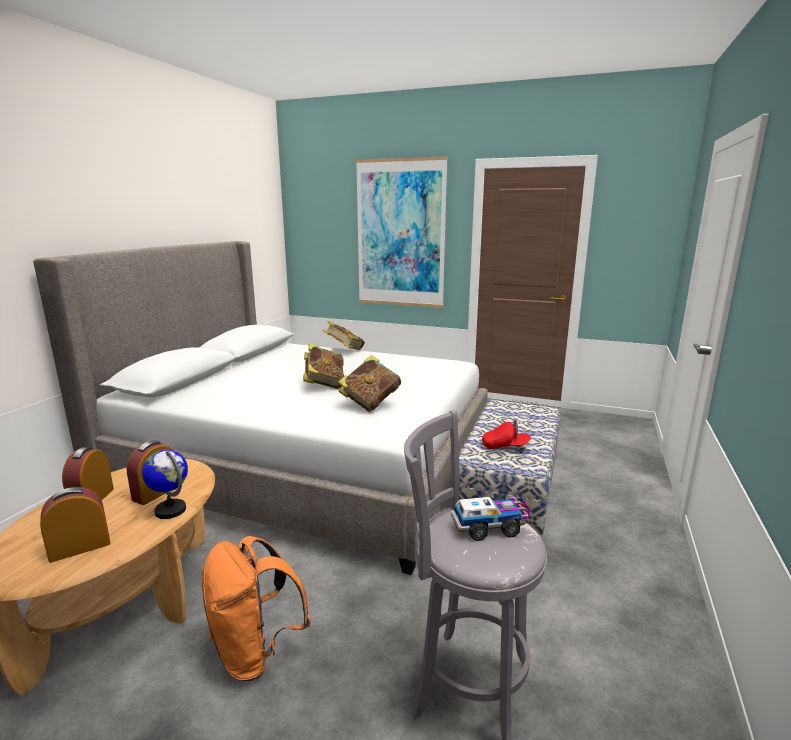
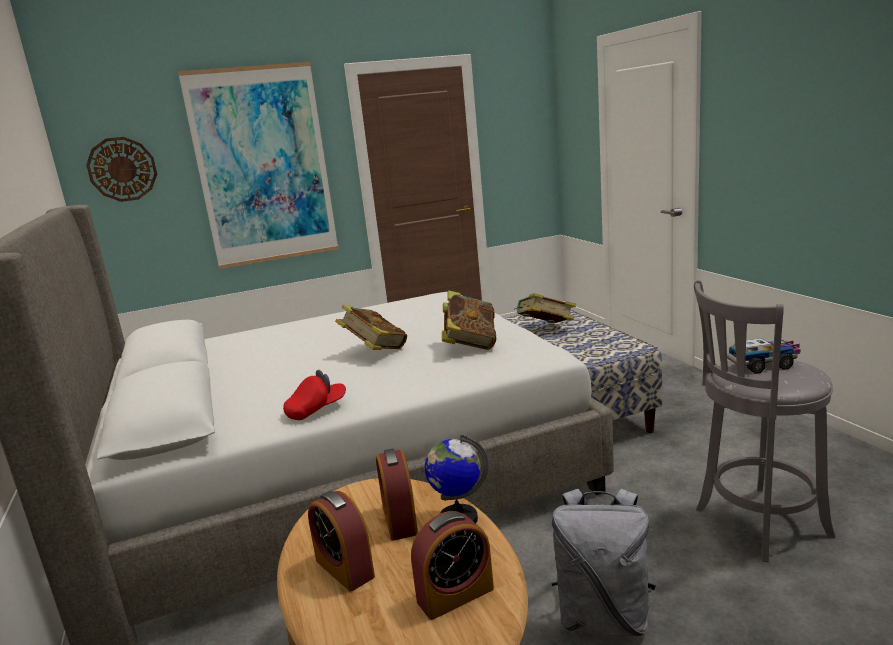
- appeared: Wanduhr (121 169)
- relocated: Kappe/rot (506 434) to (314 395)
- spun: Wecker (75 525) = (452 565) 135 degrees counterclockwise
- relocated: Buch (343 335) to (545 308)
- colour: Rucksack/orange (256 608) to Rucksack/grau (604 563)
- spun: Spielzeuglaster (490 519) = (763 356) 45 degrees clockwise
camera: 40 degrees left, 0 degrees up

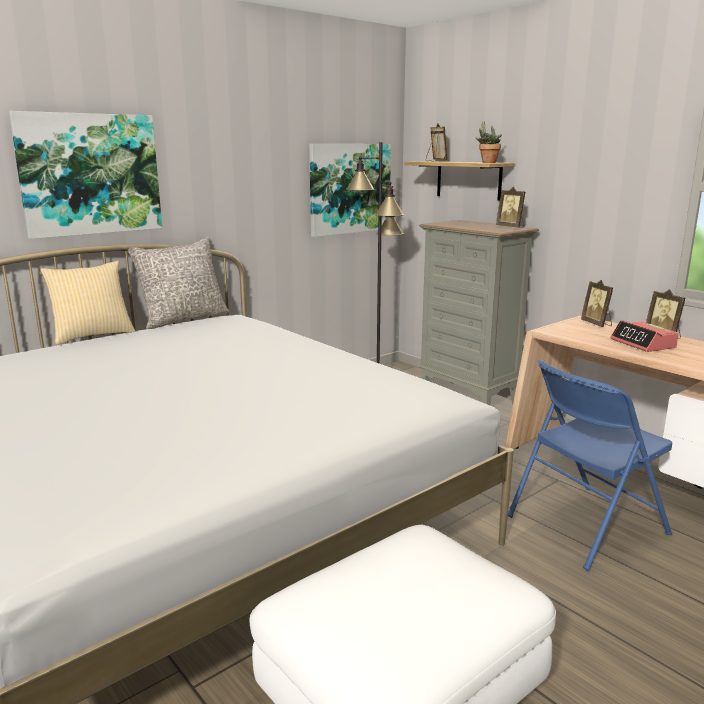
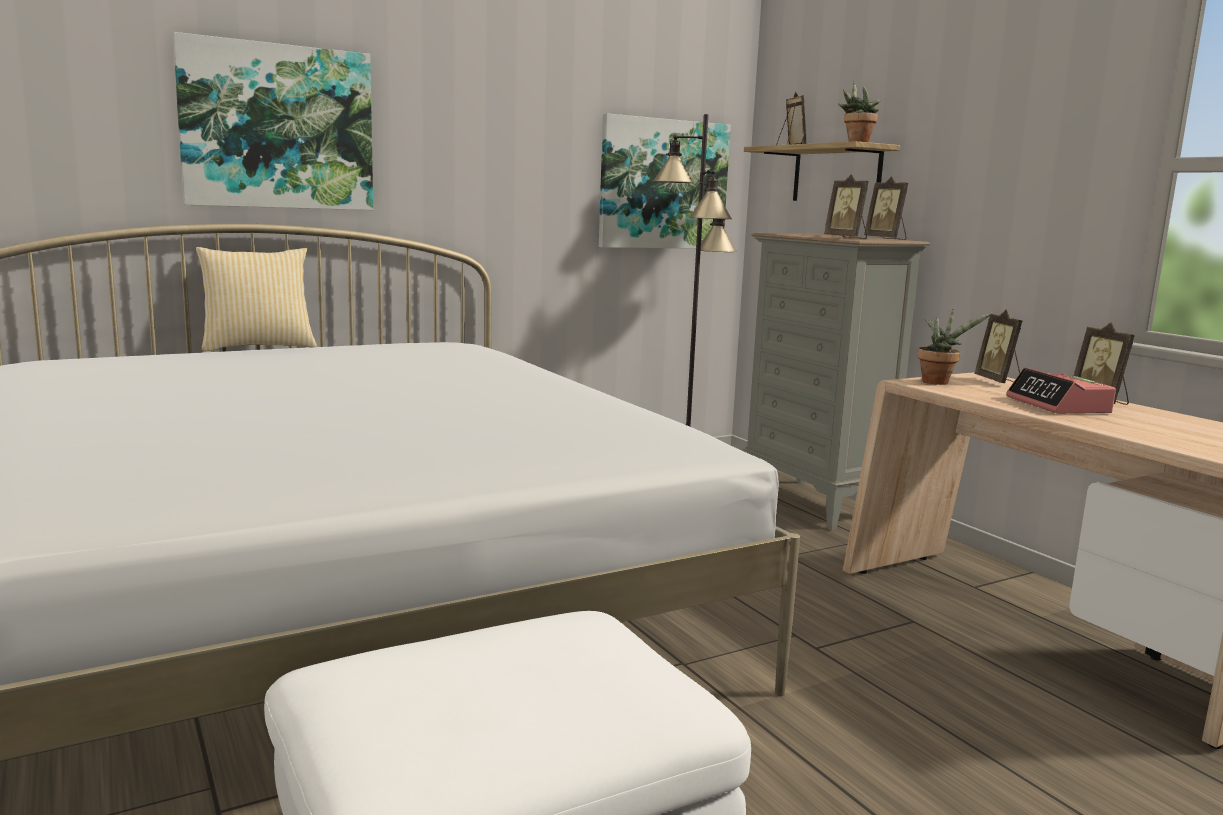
- appeared: Bilderrahmen (846 206)
- appeared: Topfpflanze (955 347)
- missing: Kissen/grau (178 283)
- missing: Stuhl/blau (590 465)
camera: 10 degrees right, 5 degrees down

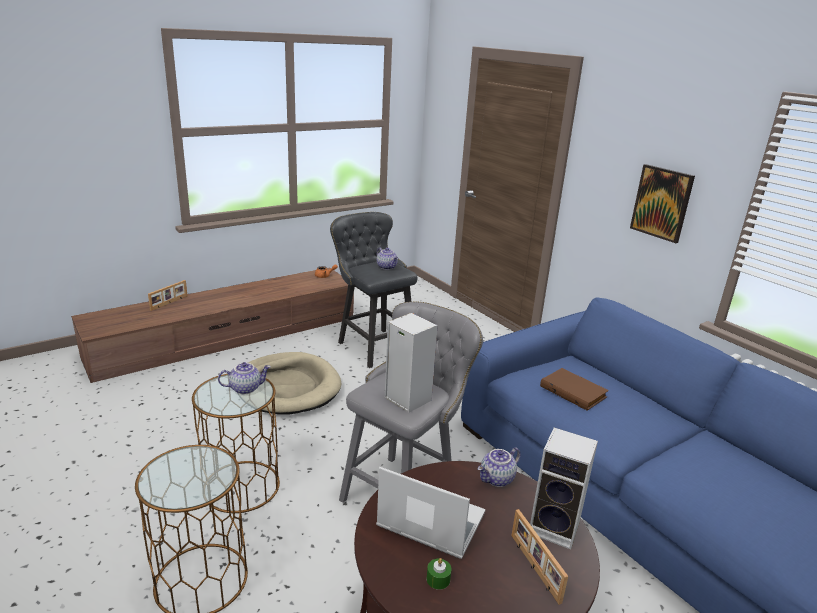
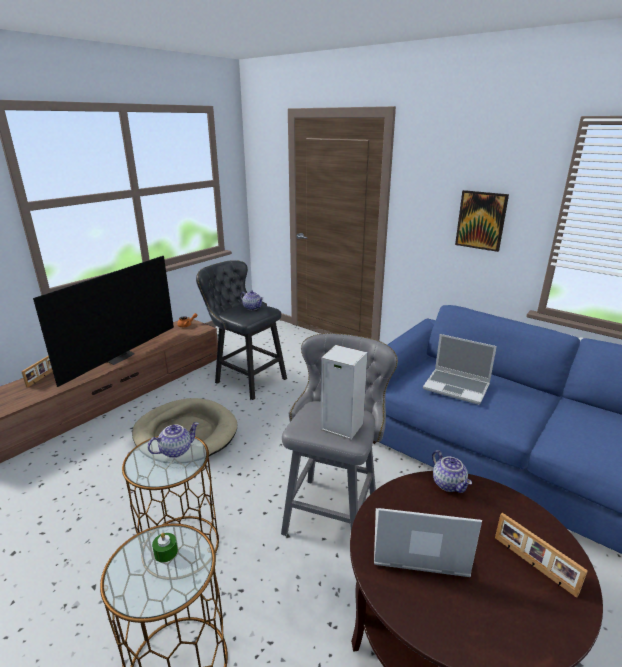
- appeared: Fernseher (103 321)
- relocated: Kerze/grün (439 574) to (165 548)
- exchanged: Buch/braun (574 389) to Laptop (460 369)
- spun: Teekanne (499 467) = (452 471) 60 degrees counterclockwise
- missing: Lautsprecher (564 488)
camera: 15 degrees left, 0 degrees up

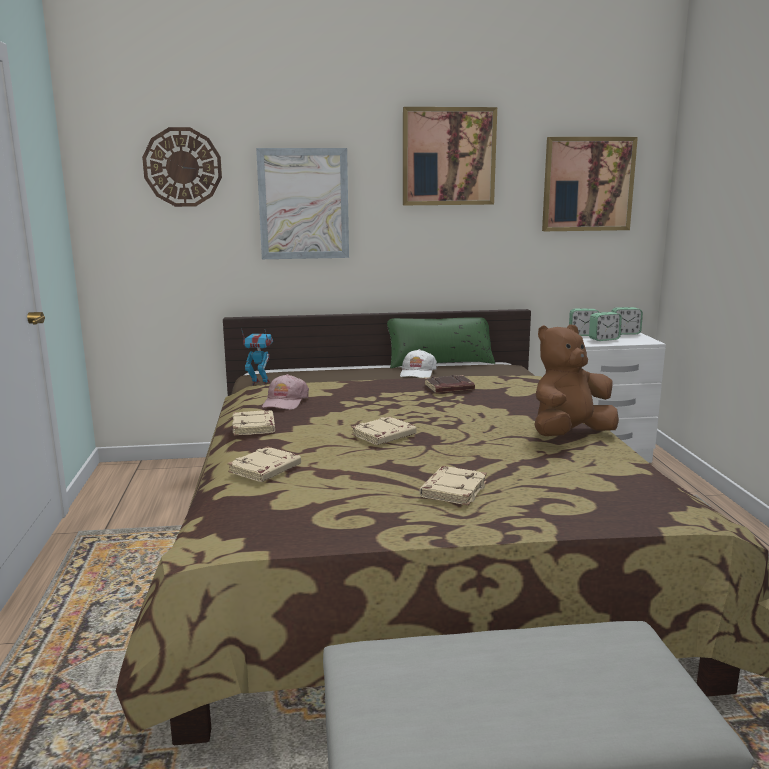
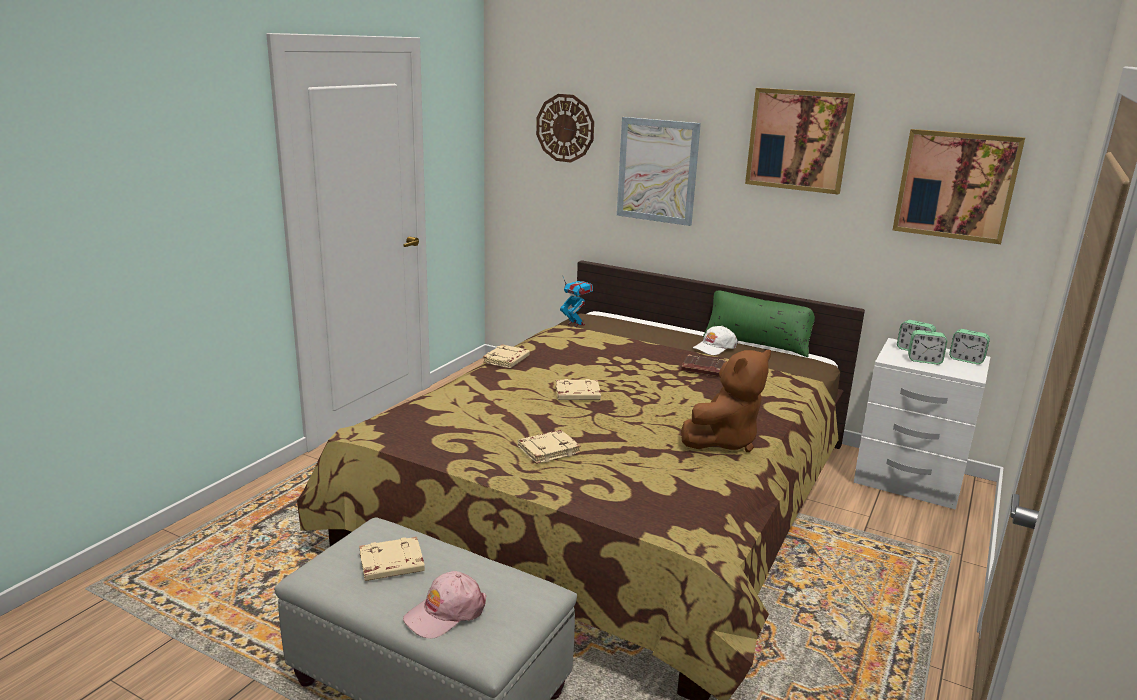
- relocated: Buch/beige (264 464) to (392 559)
- relocated: Kappe/rosa (285 392) to (444 605)
- spun: Plüschtier/braun (576 380) = (726 401) 135 degrees clockwise
camera: 35 degrees right, 5 degrees up

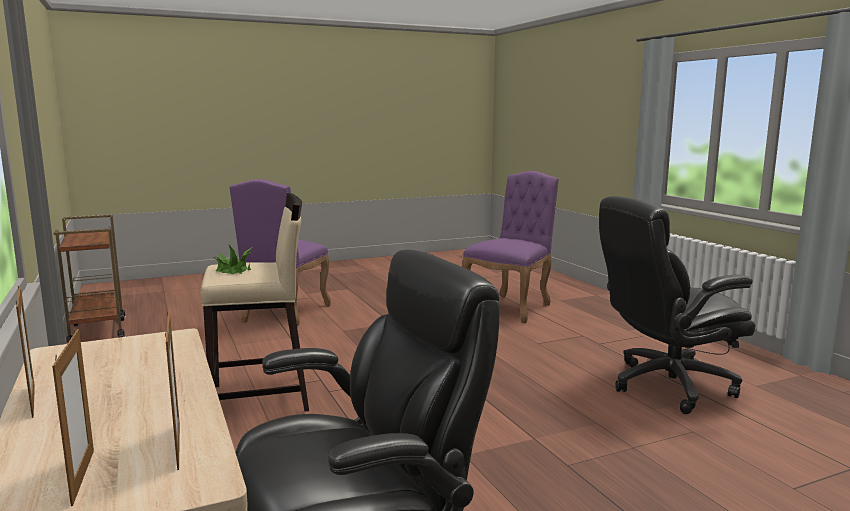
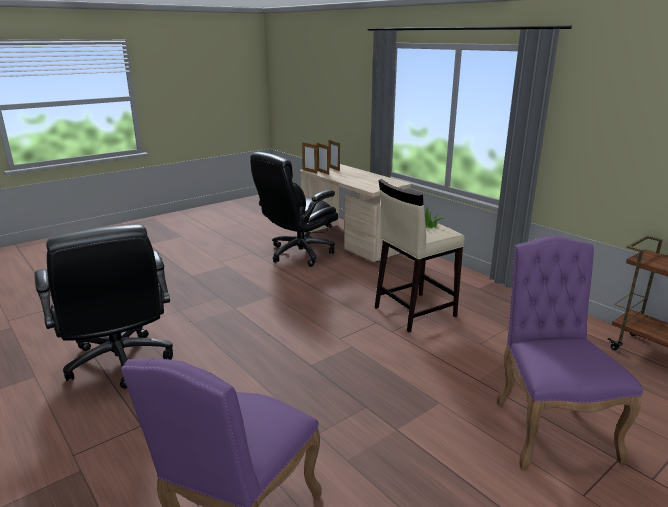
- spun: Bürostuhl/schwarz (677 305) = (103 306) 90 degrees clockwise
- relocated: Bilderrahmen (25 352) to (309 158)
camera: 165 degrees right, 10 degrees up

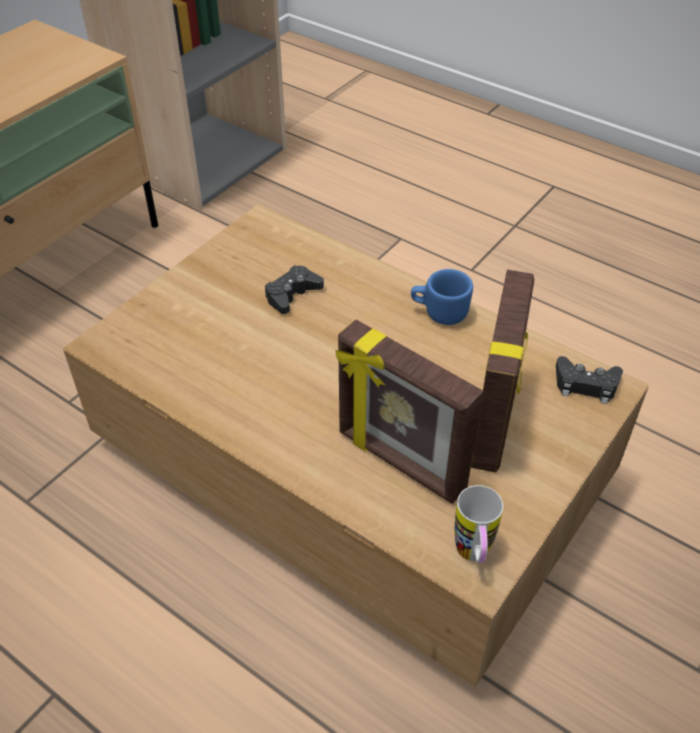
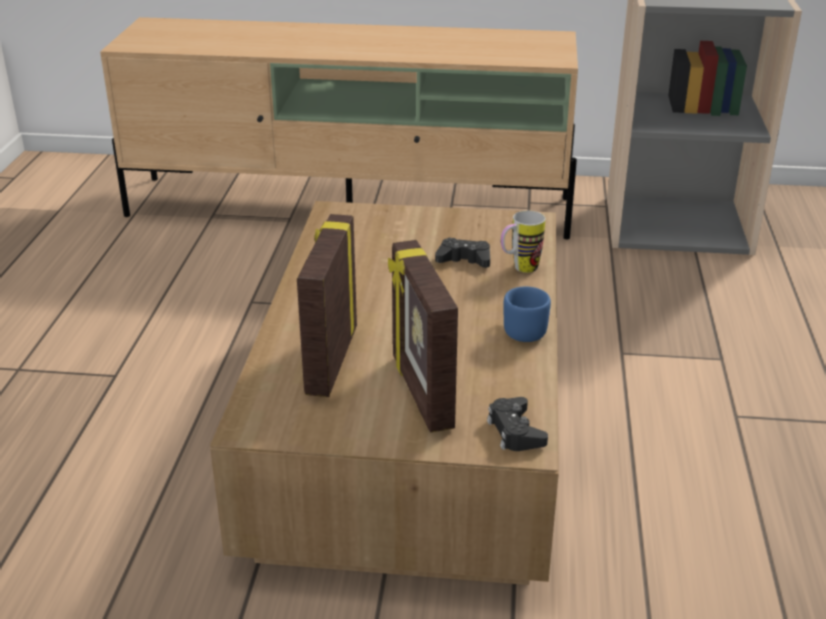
- spun: Bilderrahmen (502 371) = (423 336) 90 degrees clockwise
- relocated: Henkelbecher (479 524) to (523 241)
camera: 60 degrees right, 15 degrees down

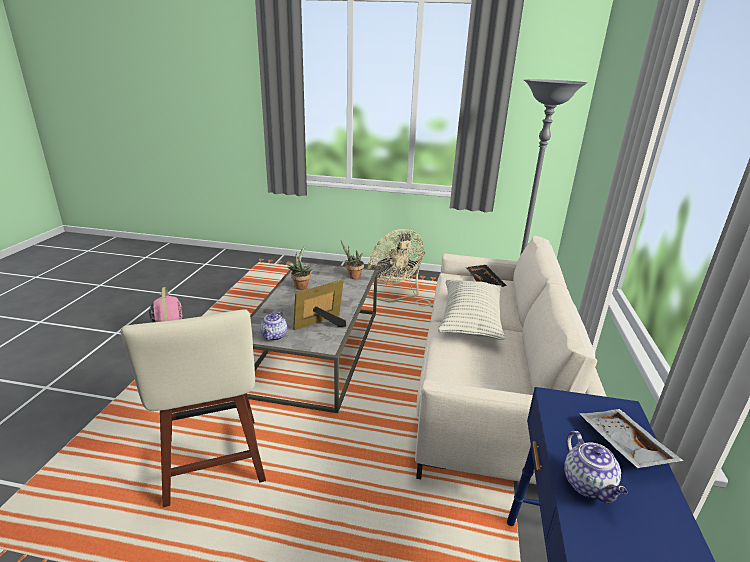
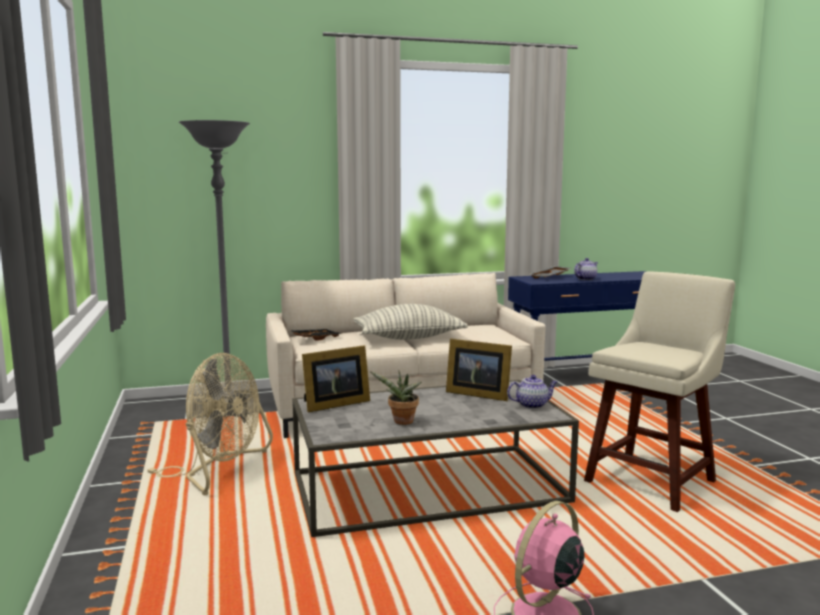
- spun: Ventilator/beige (400 268) = (210 424) 105 degrees counterclockwise
- exchanged: Topfpflanze (352 259) to Bilderrahmen (336 378)
camera: 115 degrees left, 15 degrees down

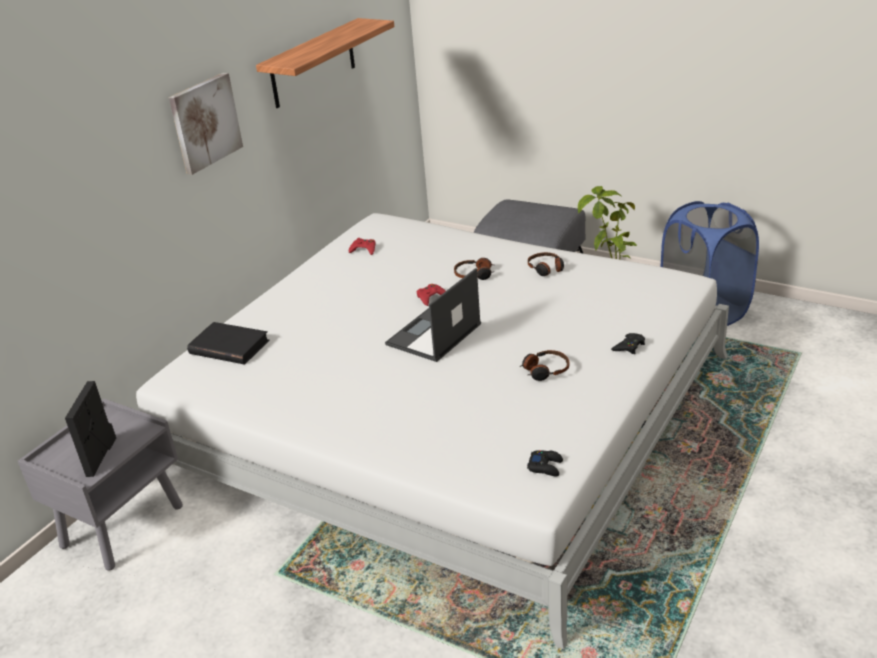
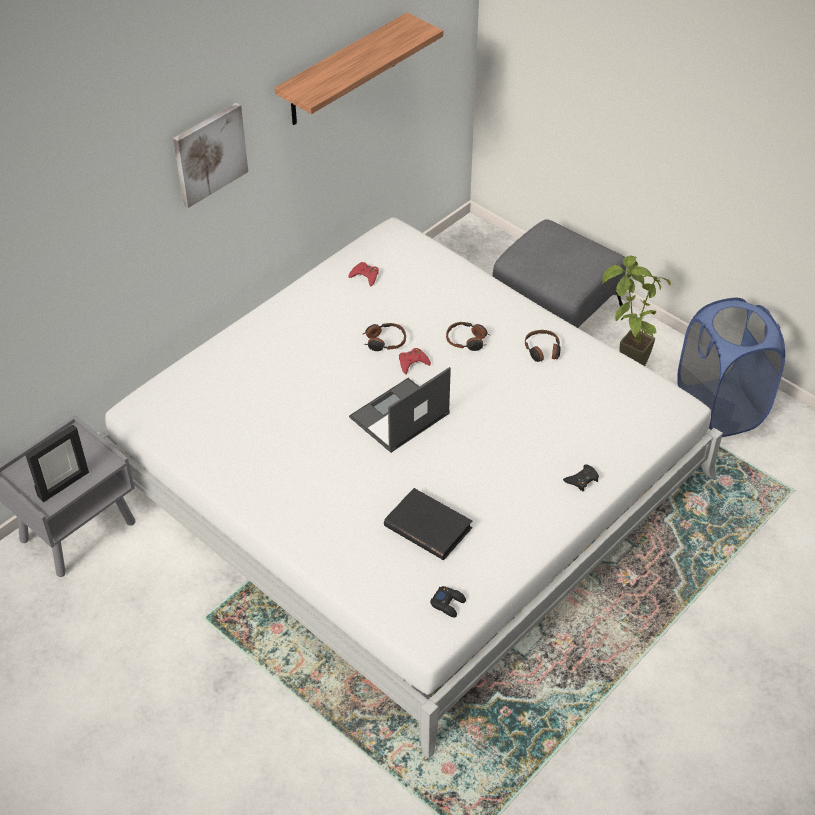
- spun: Bilderrahmen (90 429) = (57 463) 150 degrees counterclockwise
- relocated: Kopfhörer (544 365) to (384 337)
- relocated: Buch/schwarz (228 343) to (428 524)
camera: 10 degrees right, 15 degrees up

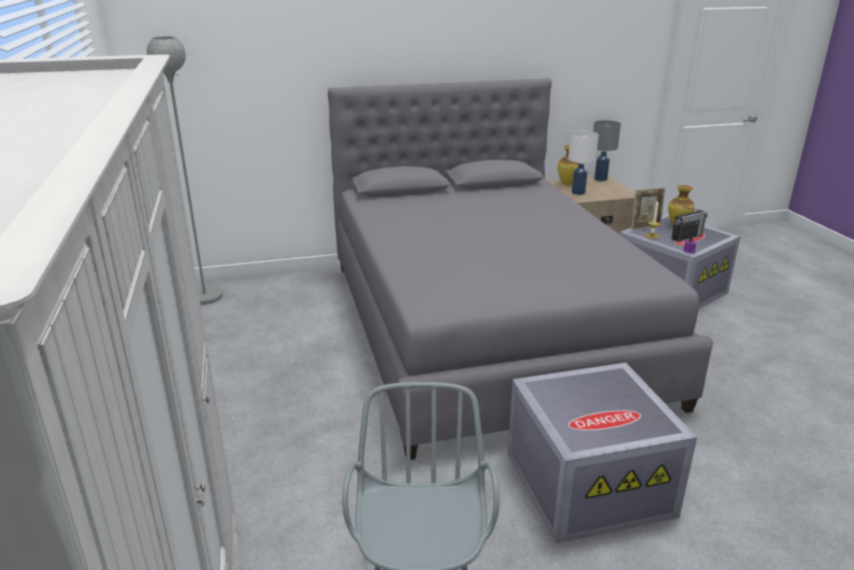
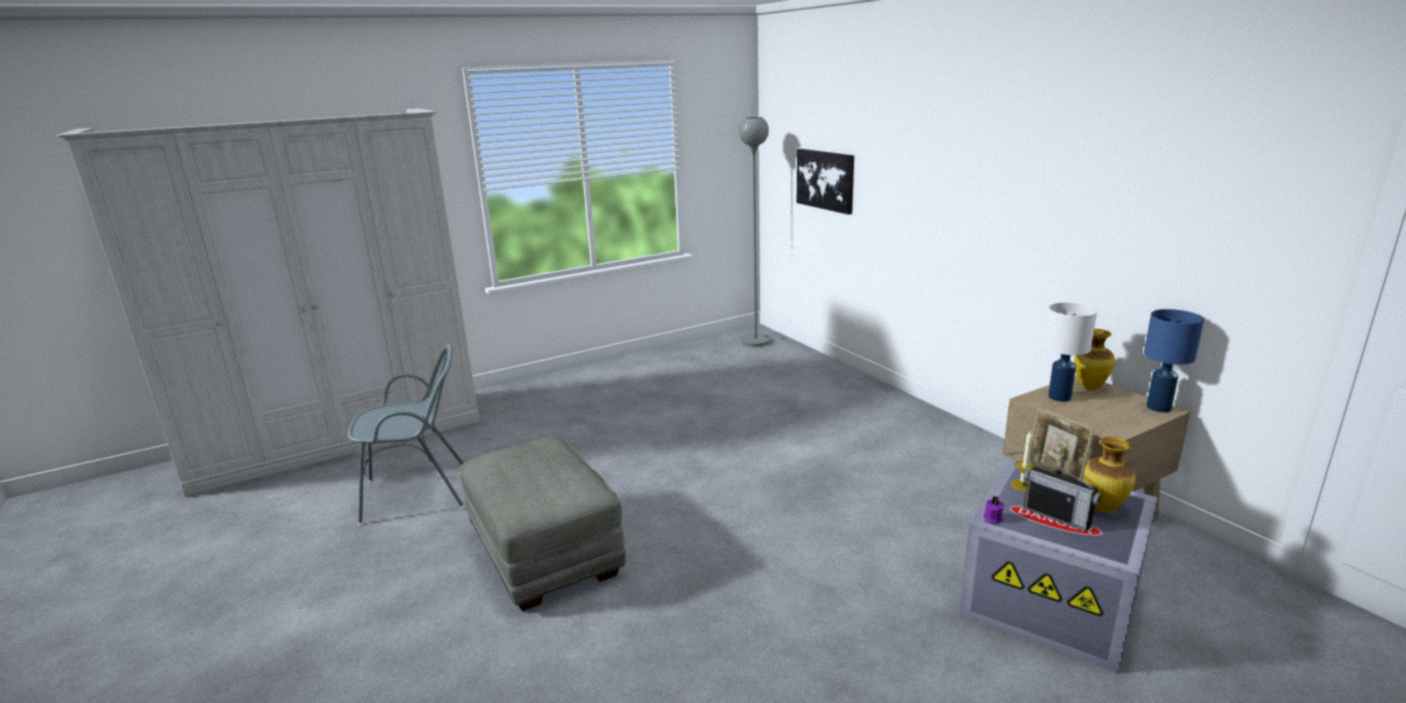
- exchanged: Aufbewahrungsbox/grau (602 452) to Polsterhocker/grau (543 524)
- appeared: Bild (825 182)
- colour: Tischlampe/grau (607 150) to Tischlampe/blau (1174 360)
- missing: Bett/grau (520 269)
camera: 75 degrees right, 5 degrees down

